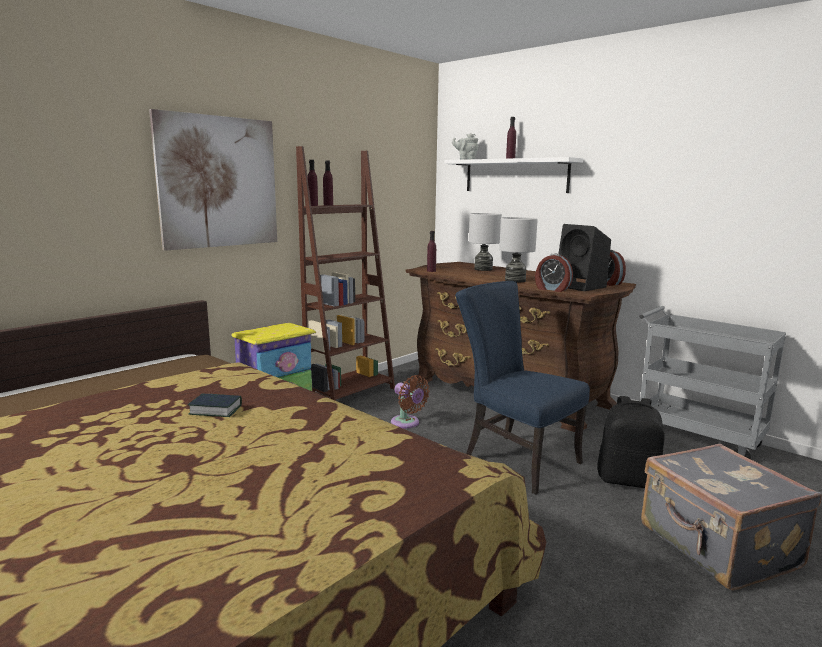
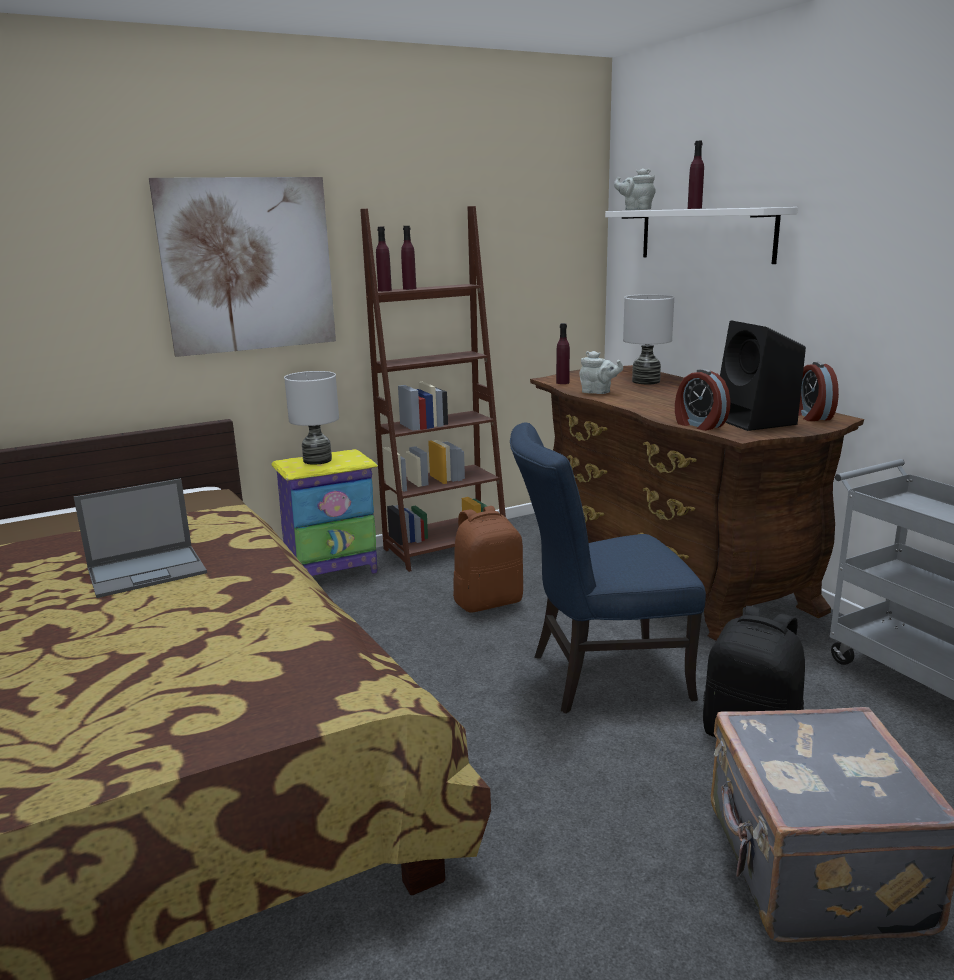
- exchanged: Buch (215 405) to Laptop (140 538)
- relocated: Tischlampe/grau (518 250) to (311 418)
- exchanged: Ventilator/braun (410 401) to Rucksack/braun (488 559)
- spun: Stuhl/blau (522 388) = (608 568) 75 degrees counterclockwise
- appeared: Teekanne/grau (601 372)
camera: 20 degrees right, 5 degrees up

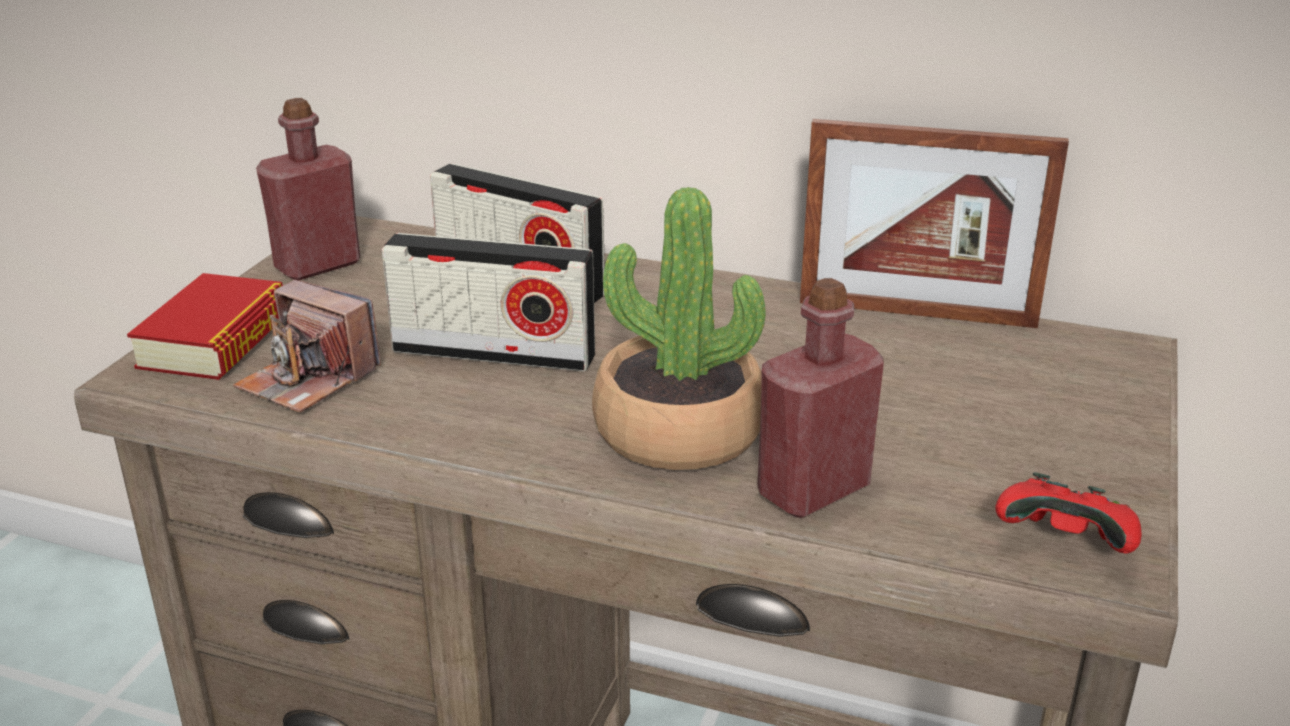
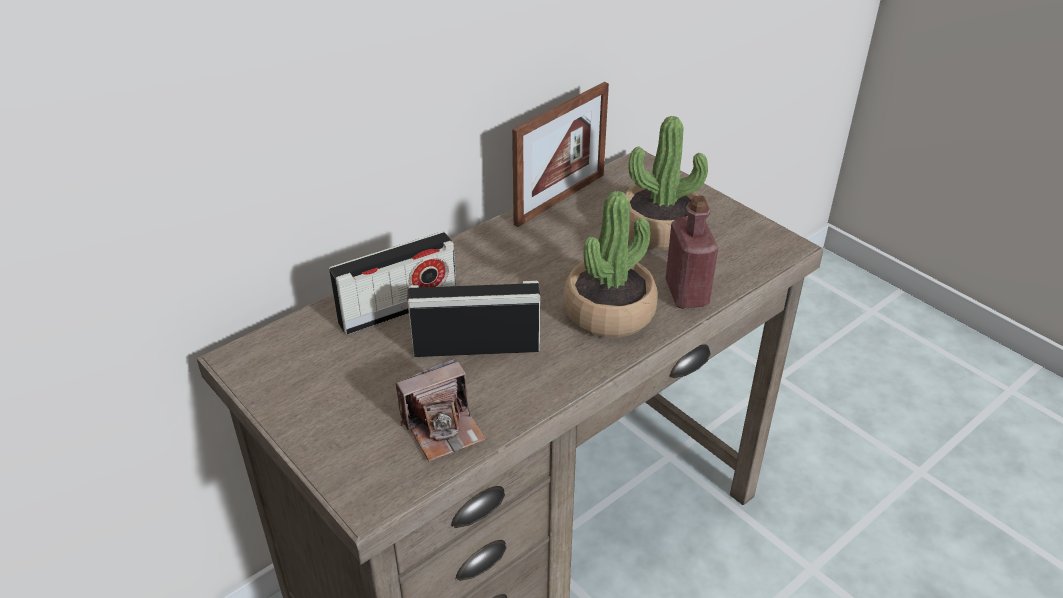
- spun: Radio (488 302) = (473 319) 135 degrees counterclockwise
- appeared: Topfpflanze (666 183)
- missing: Buch (205 326)
- missing: Flasche/rot (308 189)
- missing: Gamepad/rot (1068 513)
camera: 60 degrees left, 10 degrees up

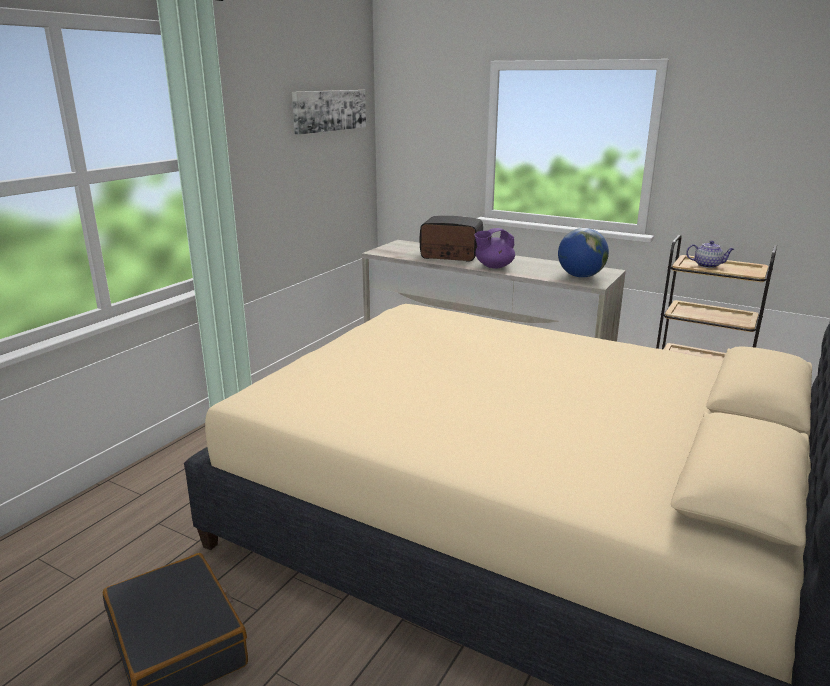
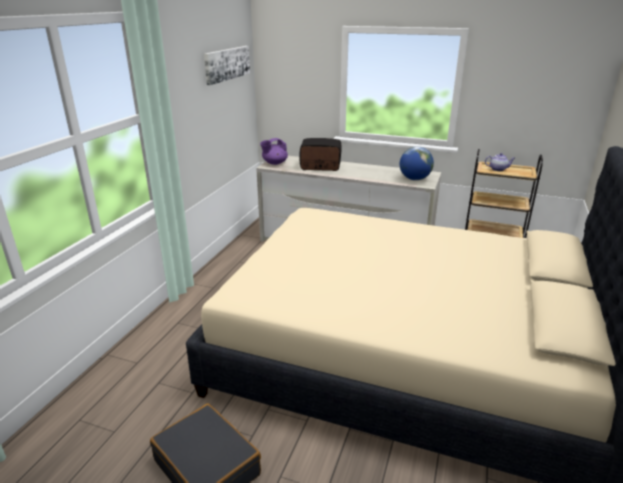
- relocated: Teekanne/lila (494 248) to (274 151)
camera: 10 degrees left, 5 degrees up

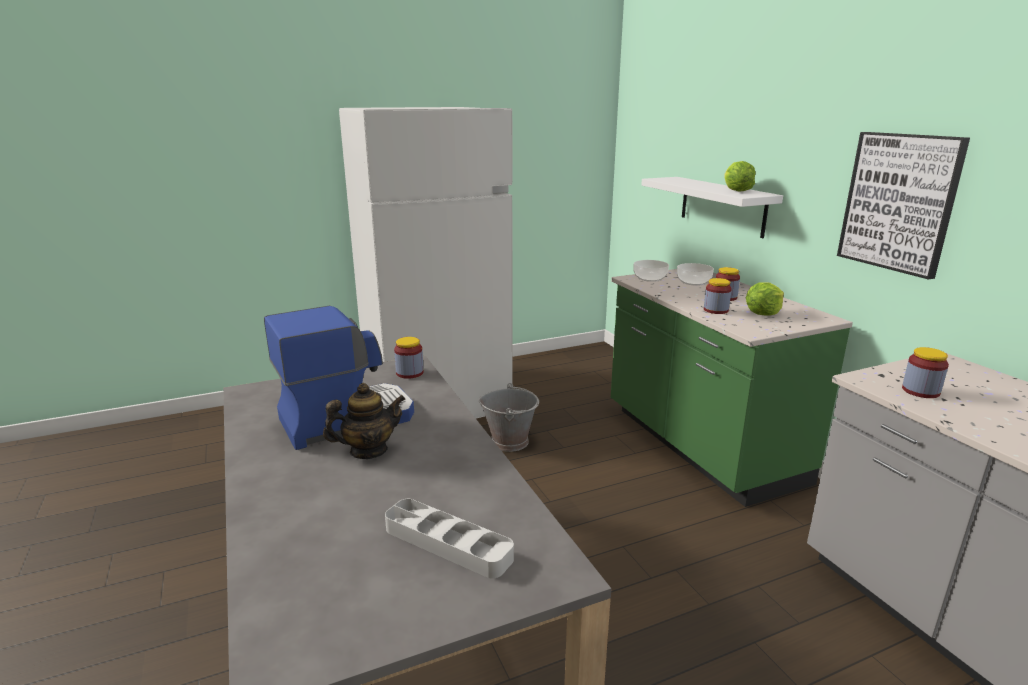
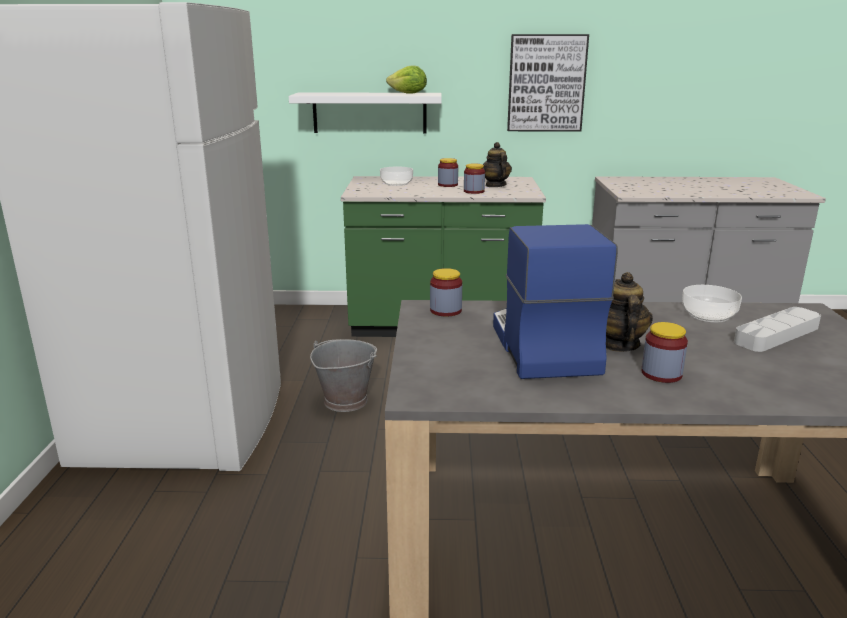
- exchanged: Salatkopf (765 299) to Teekanne (497 164)
- relocated: Vorratsglas (925 372) to (664 352)
- relocated: Schüssel (651 271) to (712 304)
camera: 65 degrees left, 0 degrees up

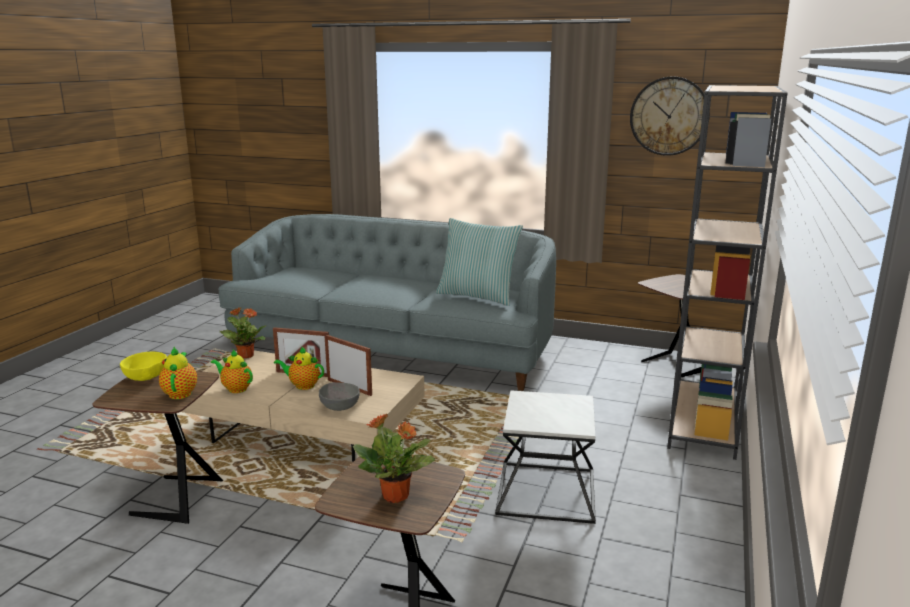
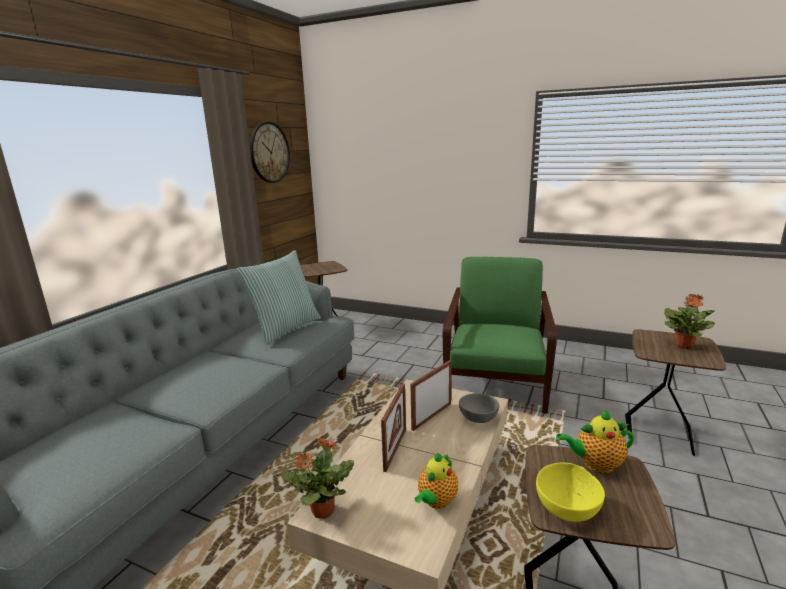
- exchanged: Beistelltisch (545 457) to Sessel/grün (500 335)
- missing: Teekanne (299 368)
- missing: Bücherregal (727 272)
camera: 85 degrees left, 0 degrees up

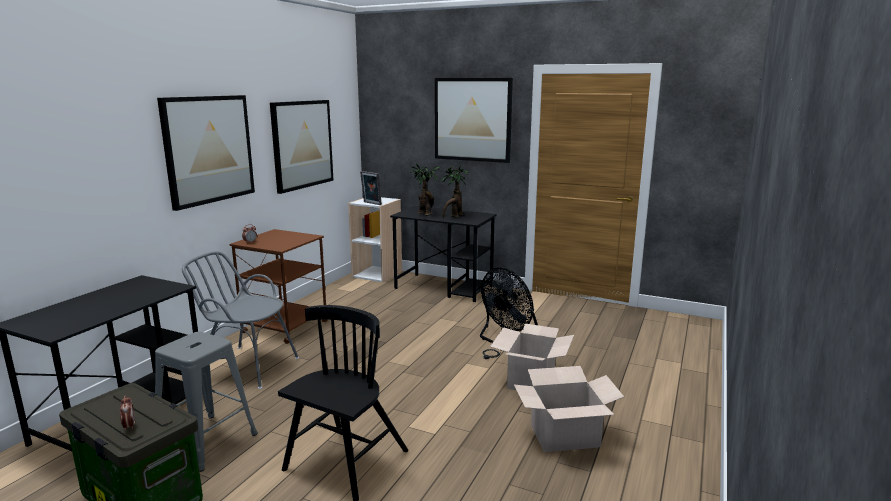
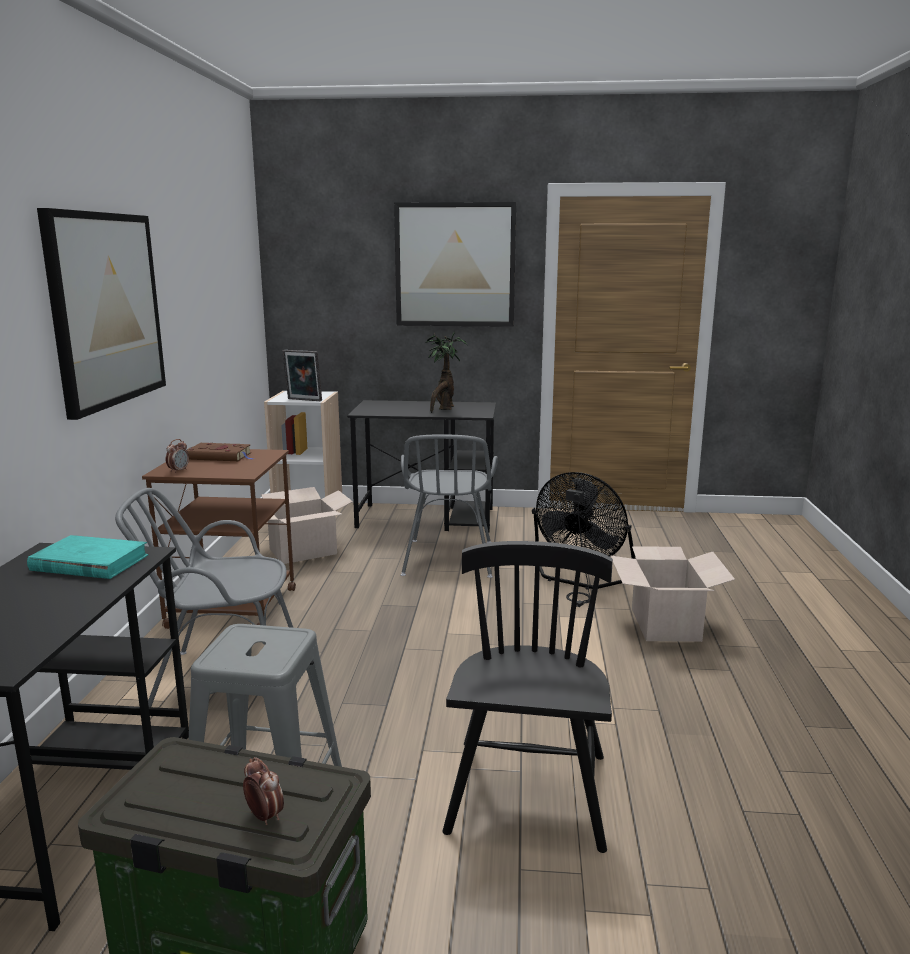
- appeared: Buch/türkis (87 557)
- appeared: Buch/braun (220 452)
- relocated: Karton (569 409) to (307 525)
- appeared: Stuhl/grau (449 506)
- missing: Bild (301 147)
- missing: Topfpflanze (425 189)
camera: 20 degrees left, 0 degrees up

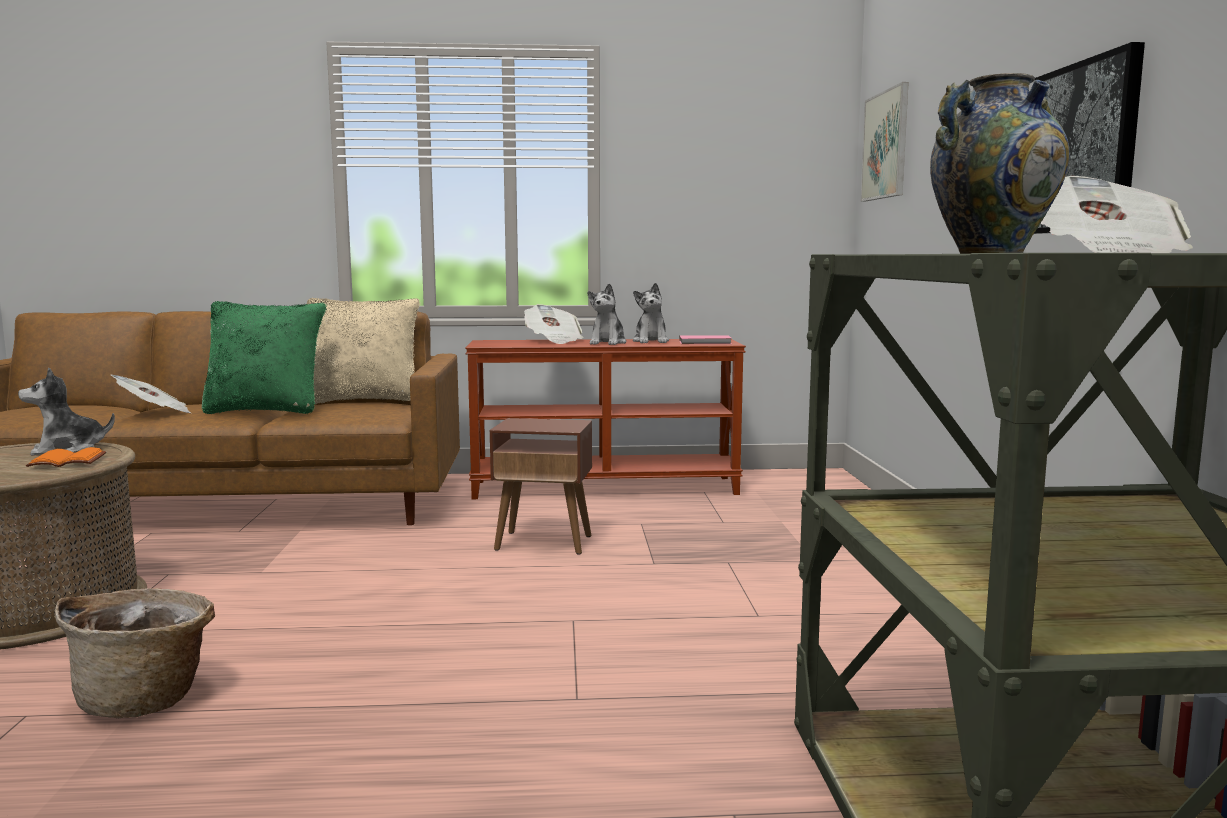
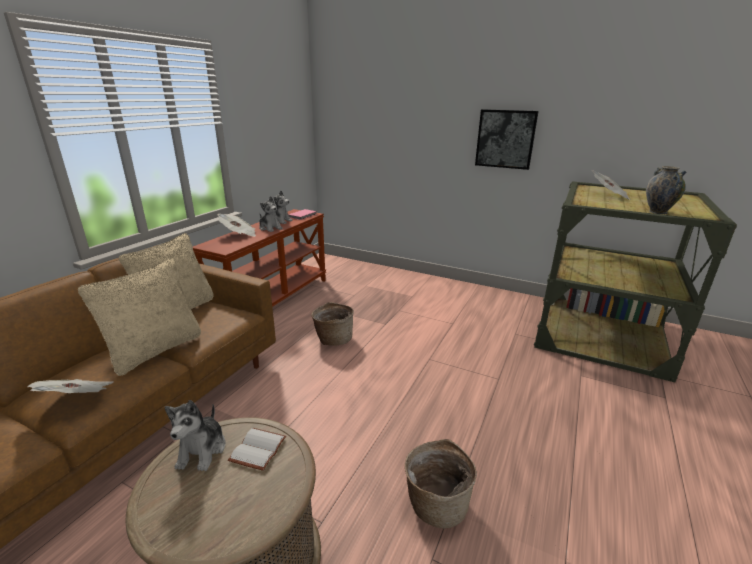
- colour: Kissen/grün (264 357) to Kissen/beige (139 317)
- colour: Buch/orange (66 457) to Buch/weiß (257 449)
- exchanged: Beistelltisch/braun (541 486) to Korb (332 324)
- missing: Bild (884 141)
camera: 60 degrees left, 15 degrees up

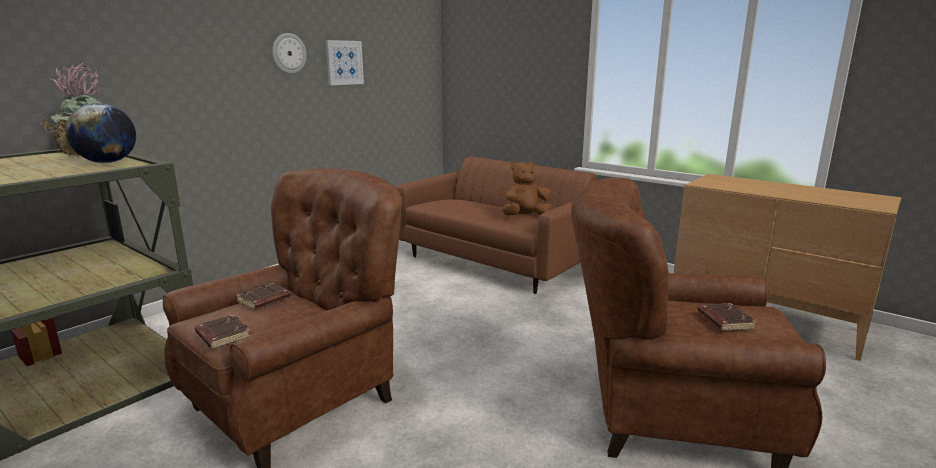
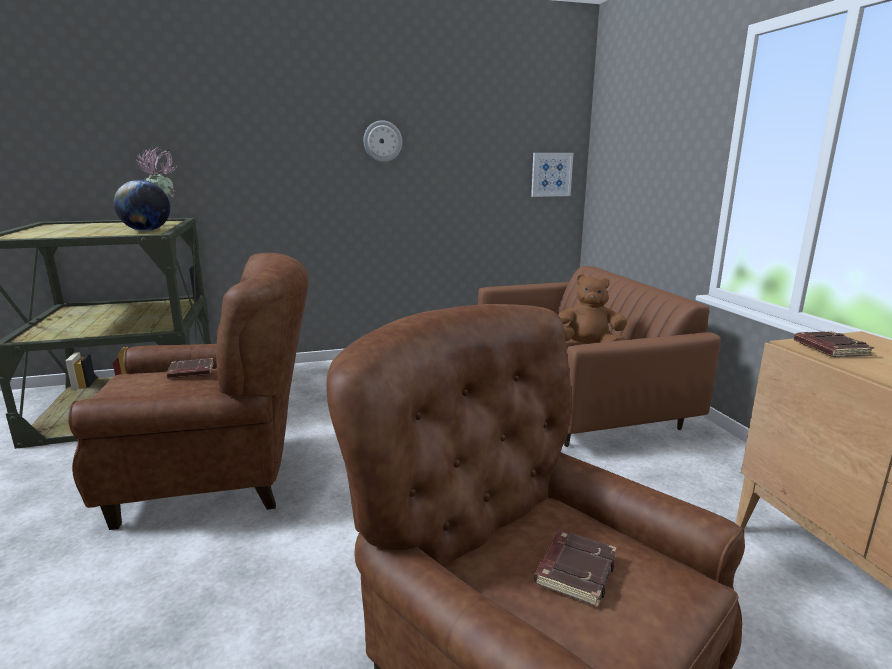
- relocated: Bild (344 62) to (552 175)
- relocated: Buch/braun (222 332) to (834 344)
camera: 35 degrees right, 0 degrees up

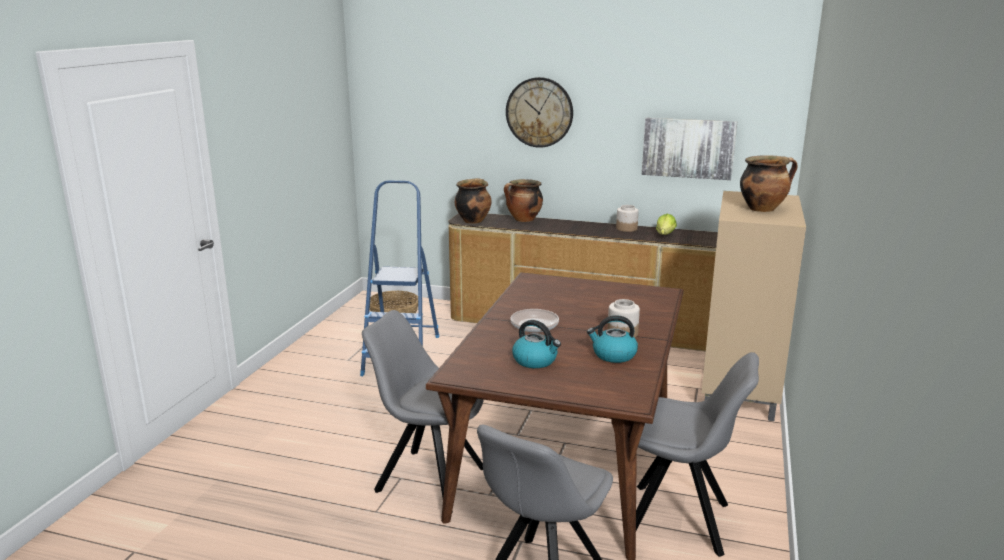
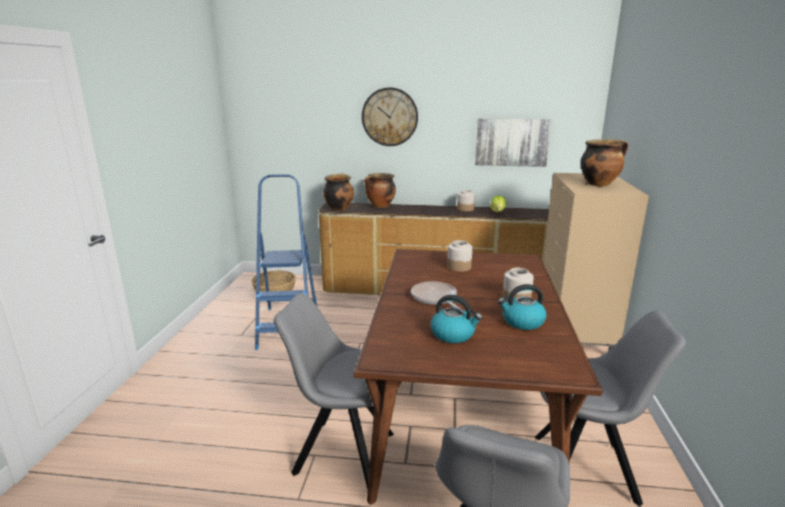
- appeared: Vorratsglas (460 256)
camera: 10 degrees left, 0 degrees up

